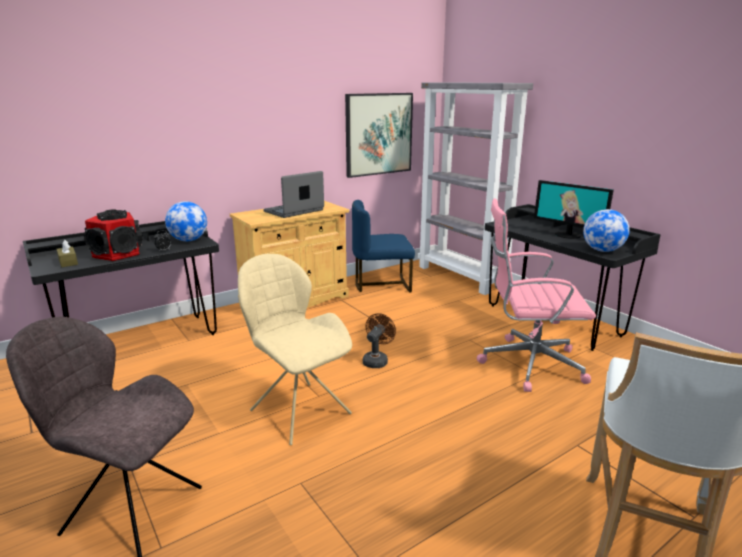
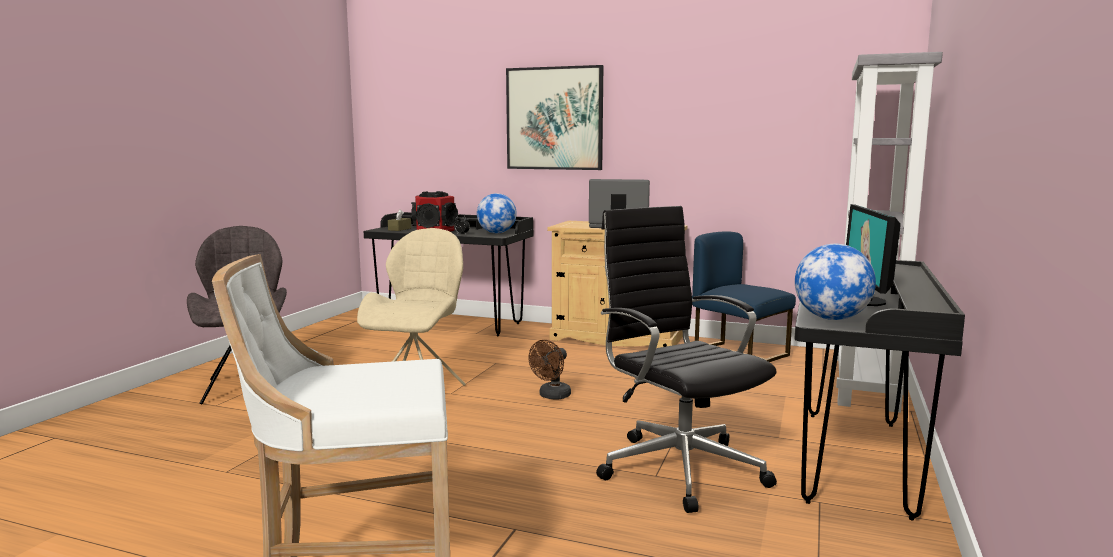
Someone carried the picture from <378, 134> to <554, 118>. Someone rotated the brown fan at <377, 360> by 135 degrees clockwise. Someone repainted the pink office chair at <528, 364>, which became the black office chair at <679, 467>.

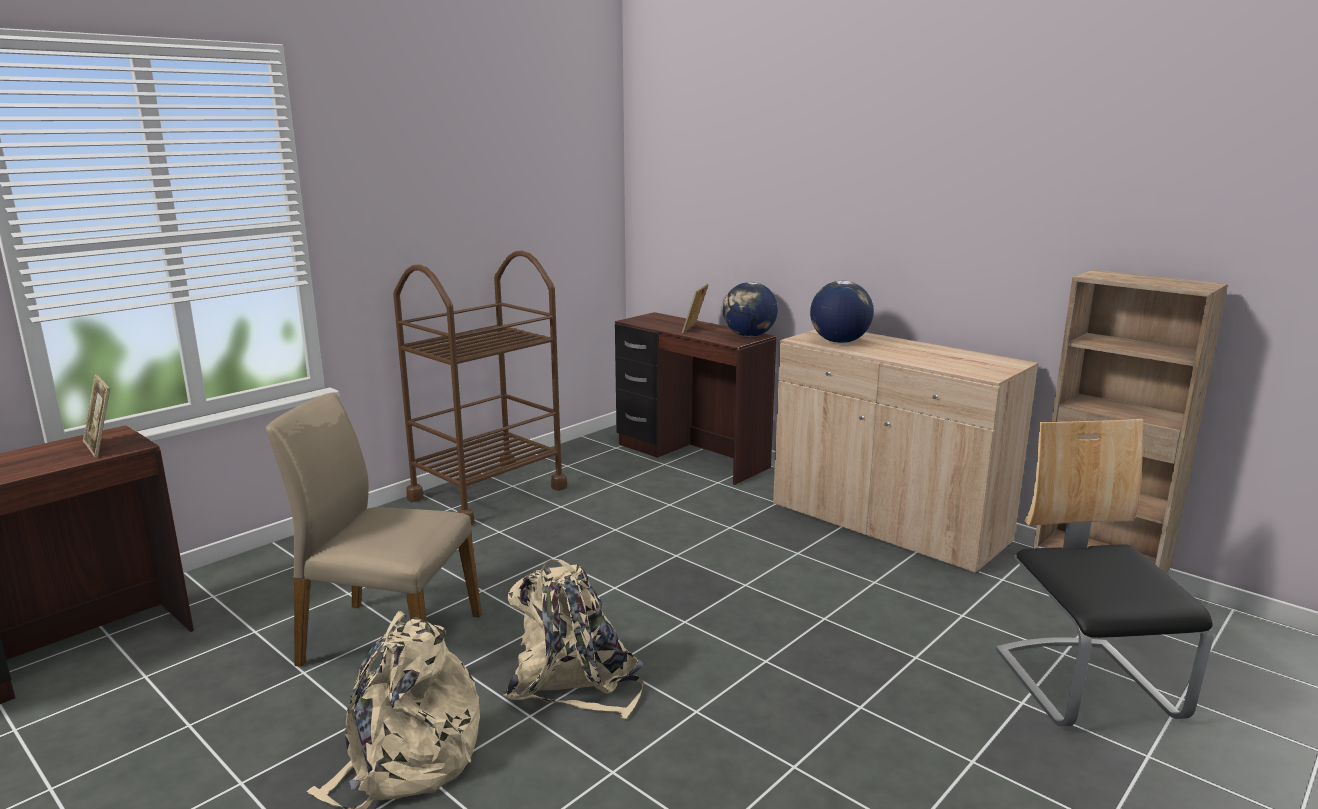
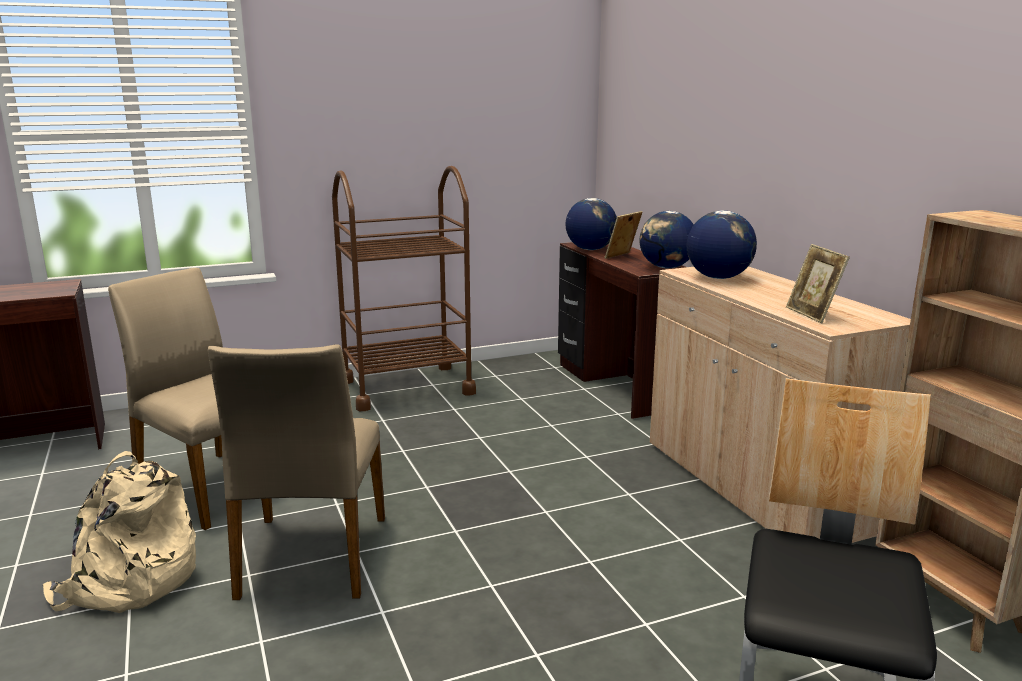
Someone carried the picture frame from <102, 447> to <812, 314>. Someone swapped the beige backpack at <574, 681> for the beige chair at <311, 557>. Someone put down the globe at <590, 249>.

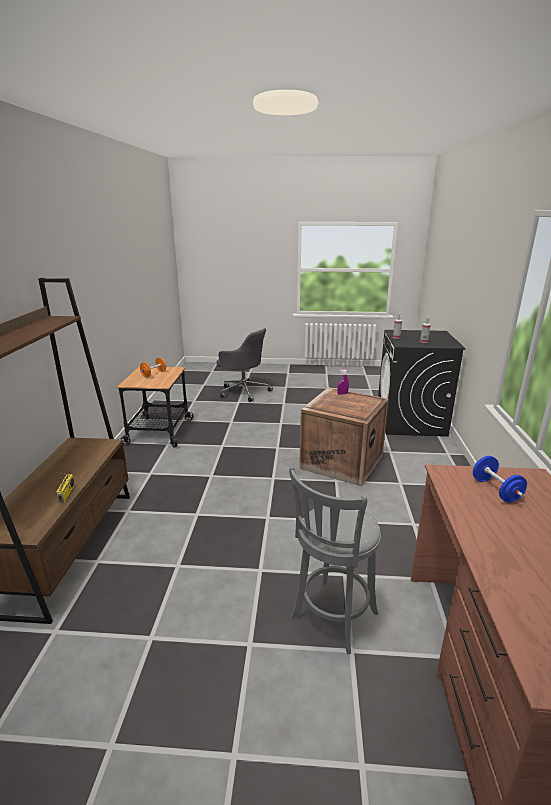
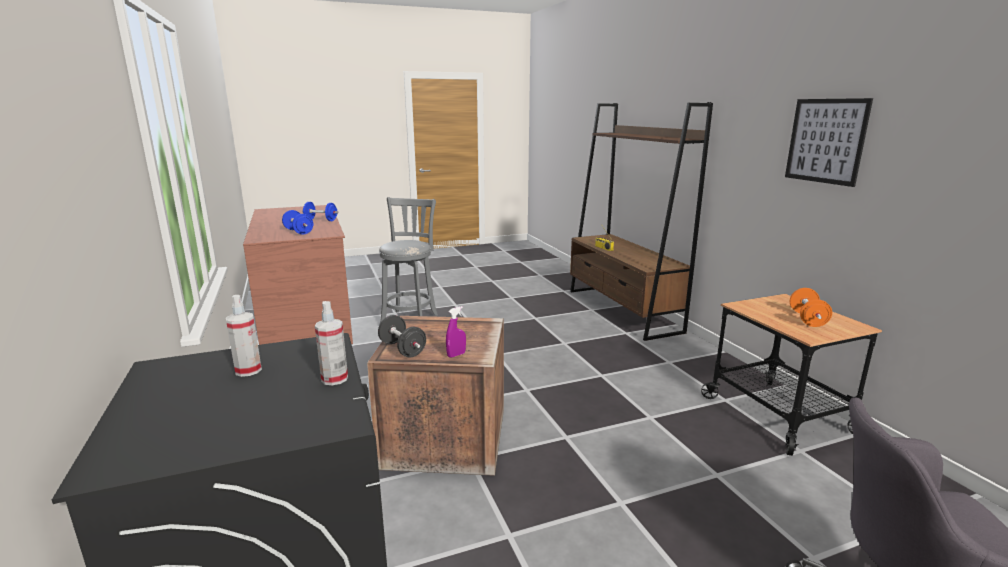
Someone put down the blue dumbbell at <321, 220>. Someone put down the black dumbbell at <402, 349>. Someone put up the picture at <825, 141>.

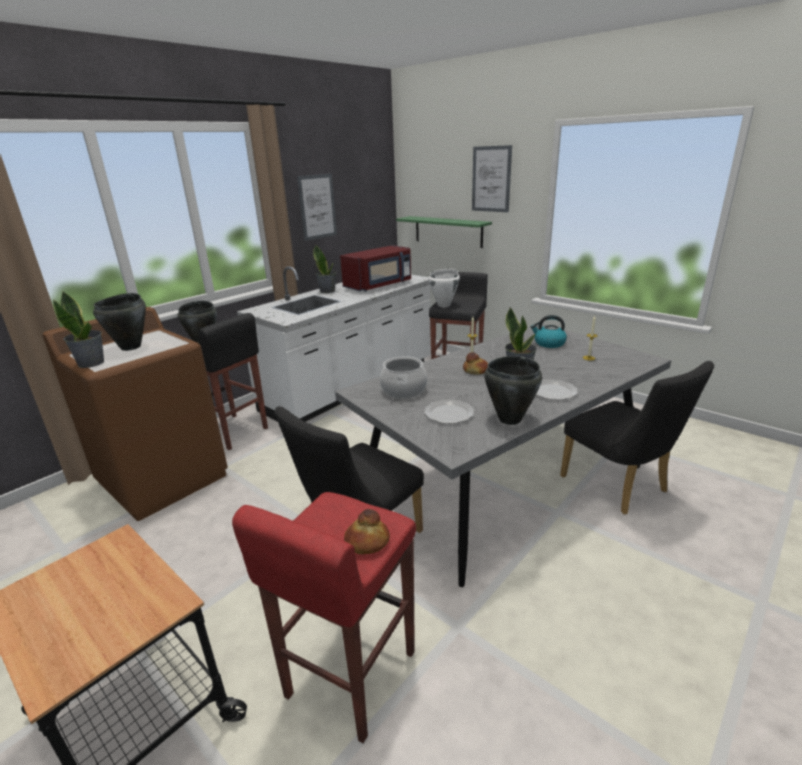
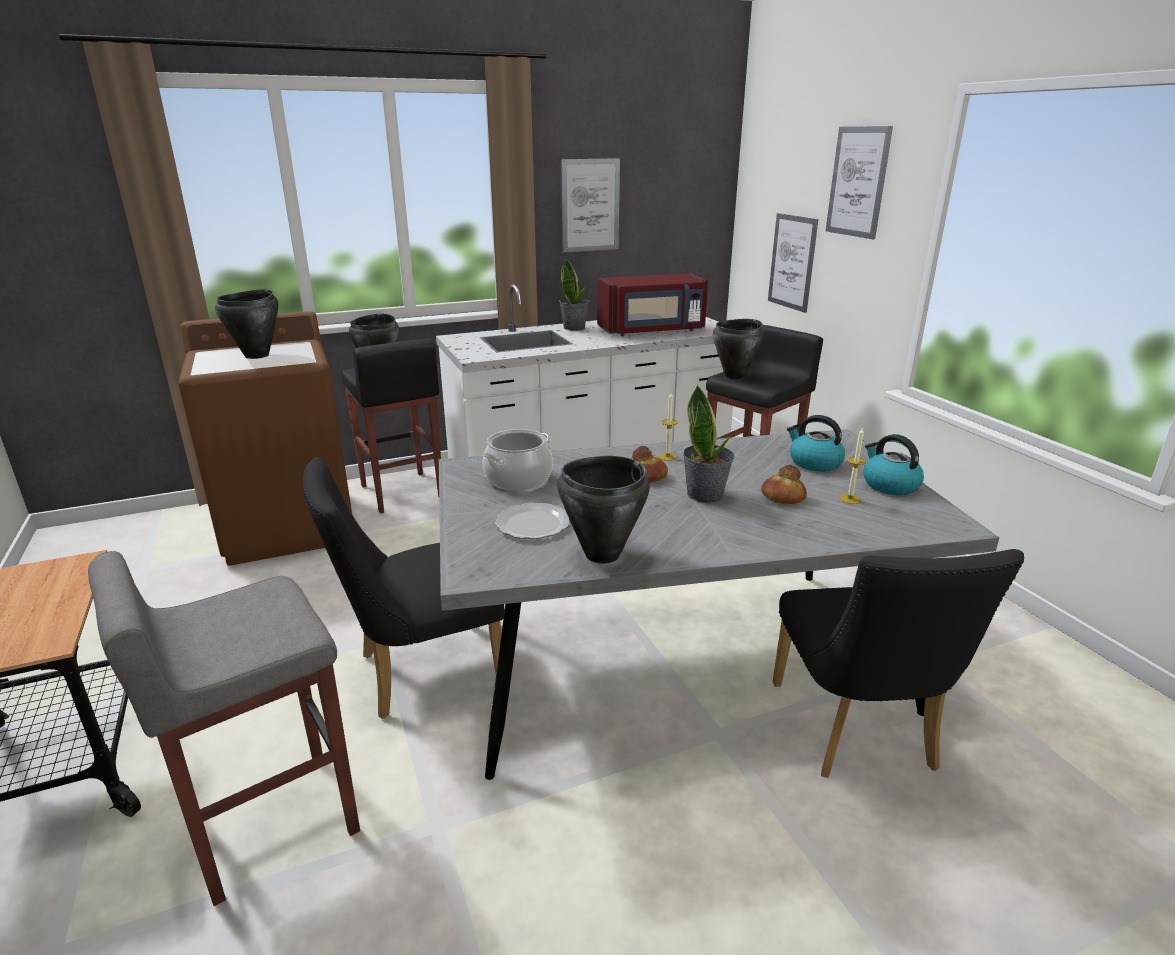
Someone took away the potted plant at <91, 363>. Someone repainted the red stool at <349, 674>, which became the grey stool at <269, 822>. Someone carried the bread from <367, 542> to <782, 497>. Someone swapped the green shelf at <448, 231> for the picture at <792, 262>. Someone repainted the white cooking pot at <444, 305>, which became the black cooking pot at <735, 376>. Someone took away the plate at <553, 391>. Someone put down the kettle at <889, 485>.

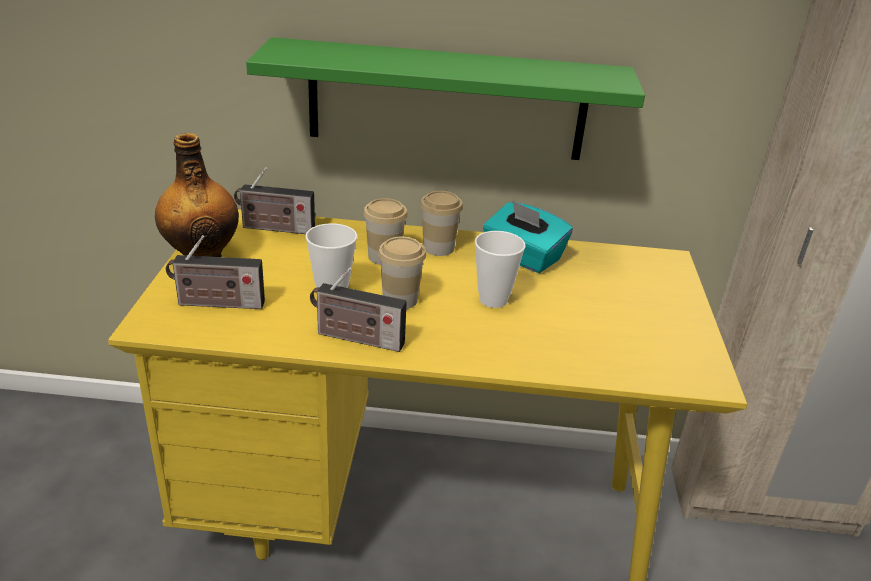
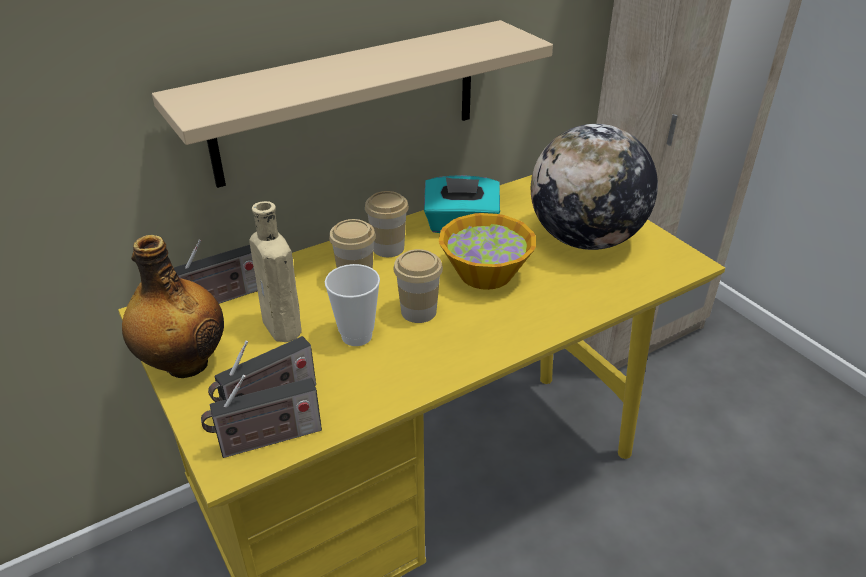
Someone repainted the green shelf at <447, 100>, which became the beige shelf at <348, 102>. Someone carried the radio from <356, 338> to <266, 440>. Someone swapped the cup at <493, 300> for the bowl at <486, 273>. Someone put down the beige bottle at <284, 328>. Someone put down the globe at <585, 239>.

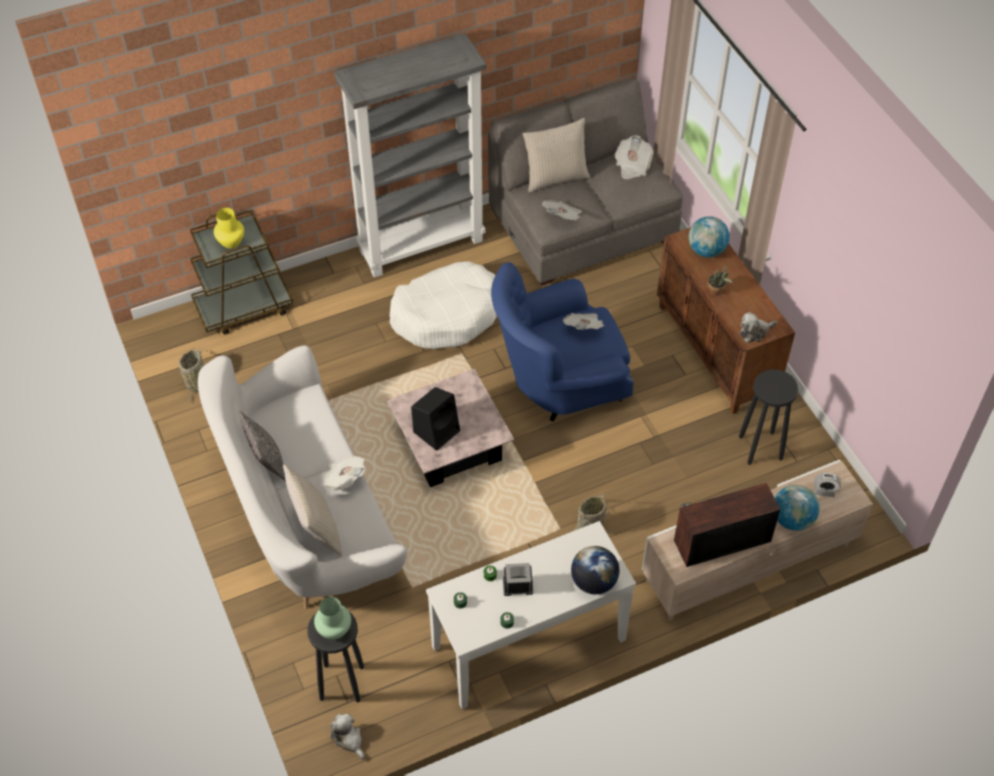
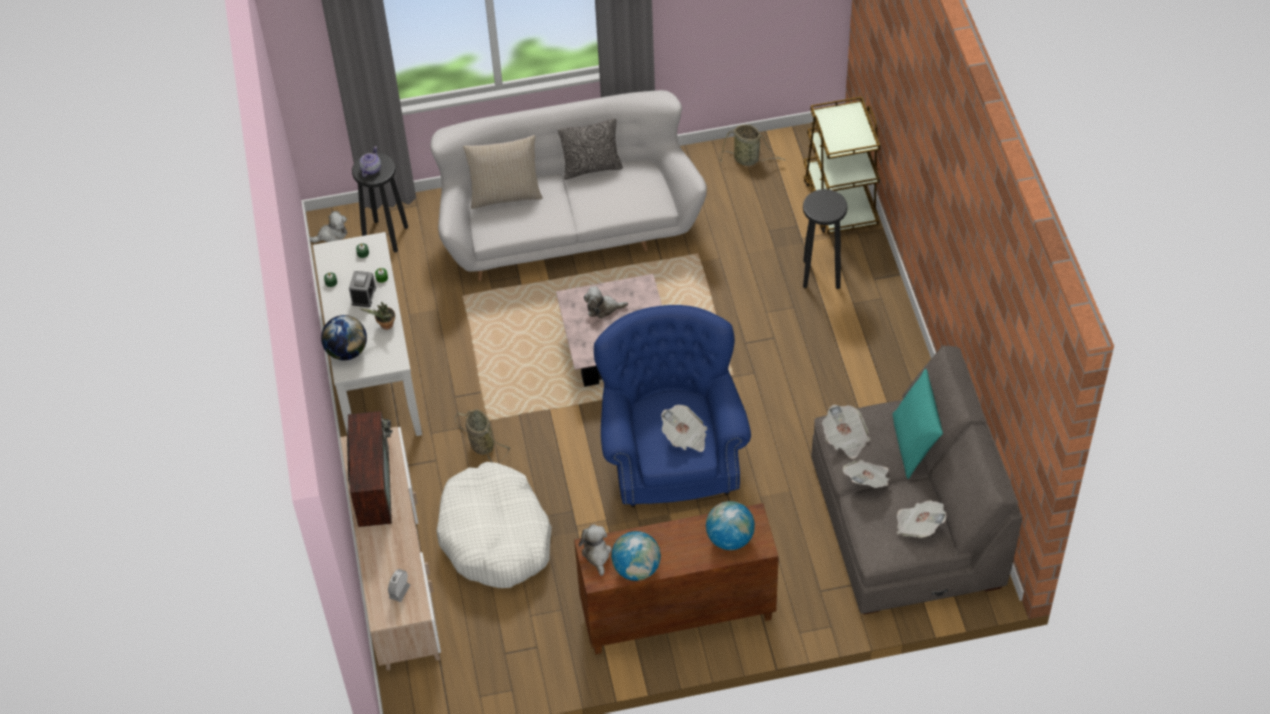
Someone took away the yellow vase at <230, 242>. Someone swapped the green vase at <335, 630> for the teapot at <370, 169>. Someone carried the newspaper from <344, 479> to <867, 481>. Someone took away the grey bookcase at <421, 245>. Someone carried the white dog bed from <446, 314> to <495, 536>. Someone swapped the black speaker at <437, 430> for the plush toy at <603, 308>. Someone repainted the beige pillow at <555, 177>, which became the turquoise pillow at <914, 444>. Someone carried the potted plant from <717, 292> to <385, 326>. Someone carried the black stool from <760, 448> to <821, 274>. Someone carried the globe from <792, 519> to <636, 569>.

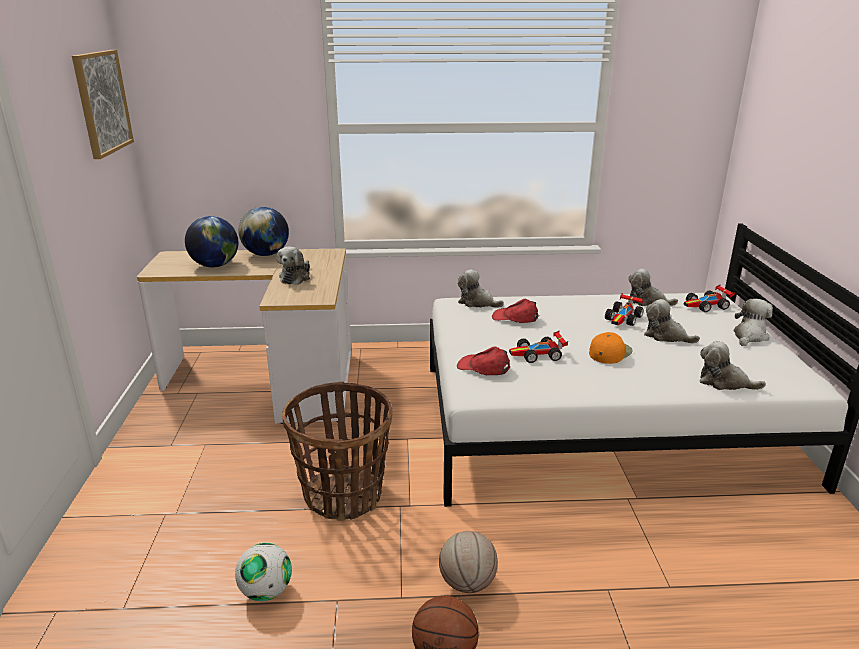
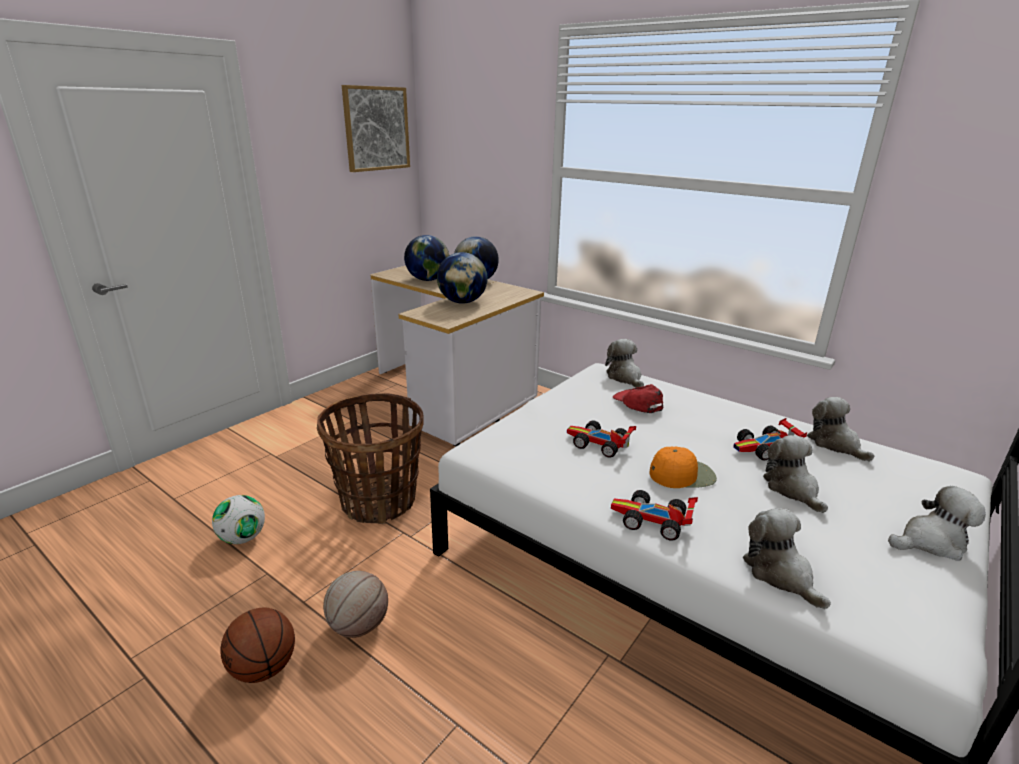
Someone swapped the plush toy at <296, 277> for the globe at <462, 302>. Someone took away the red cap at <483, 367>. Someone carried the toy car from <706, 306> to <652, 522>.

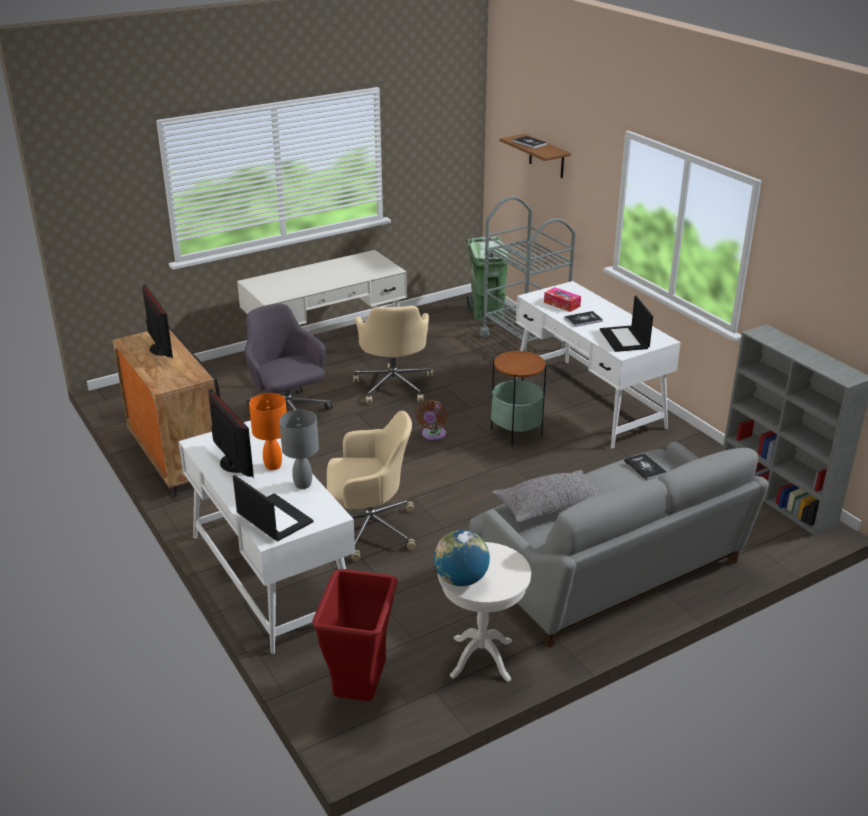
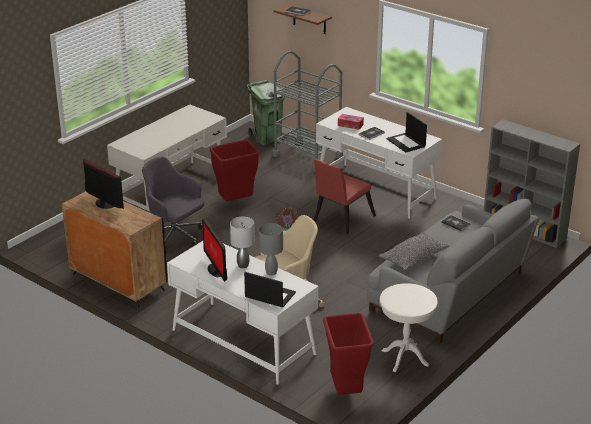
Someone rotated the monitor at <232, 465> by 150 degrees counterclockwise. Someone repainted the orange table lamp at <273, 466>, which became the grey table lamp at <243, 265>. Someone swapped the beige office chair at <394, 385> for the red trash can at <235, 203>. Someone took away the globe at <461, 579>. Someone swapped the side table at <516, 432> for the red chair at <341, 220>.

